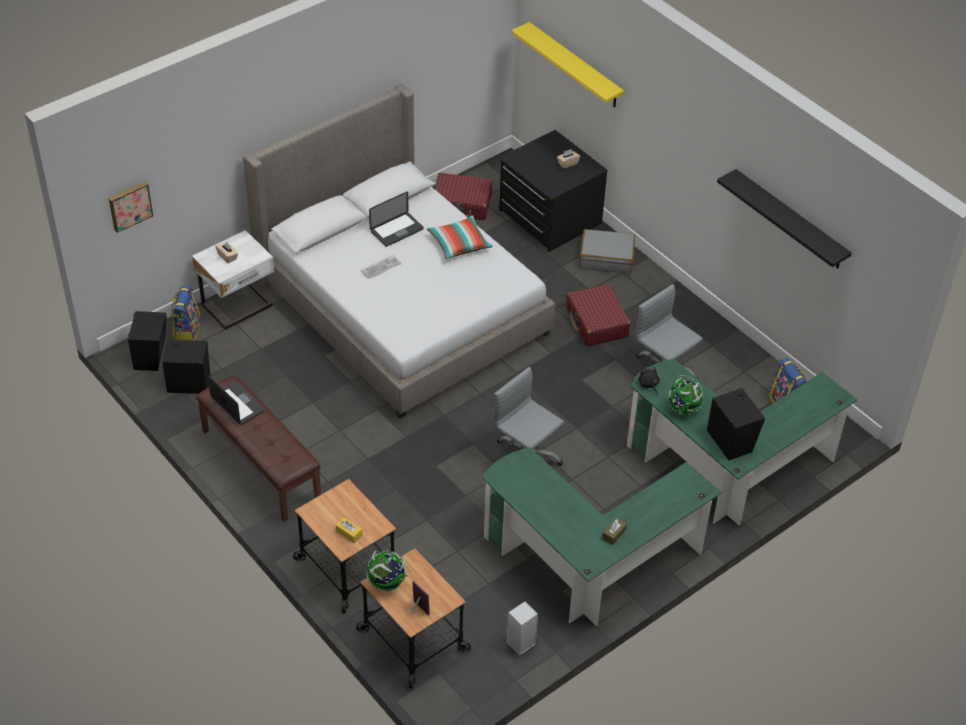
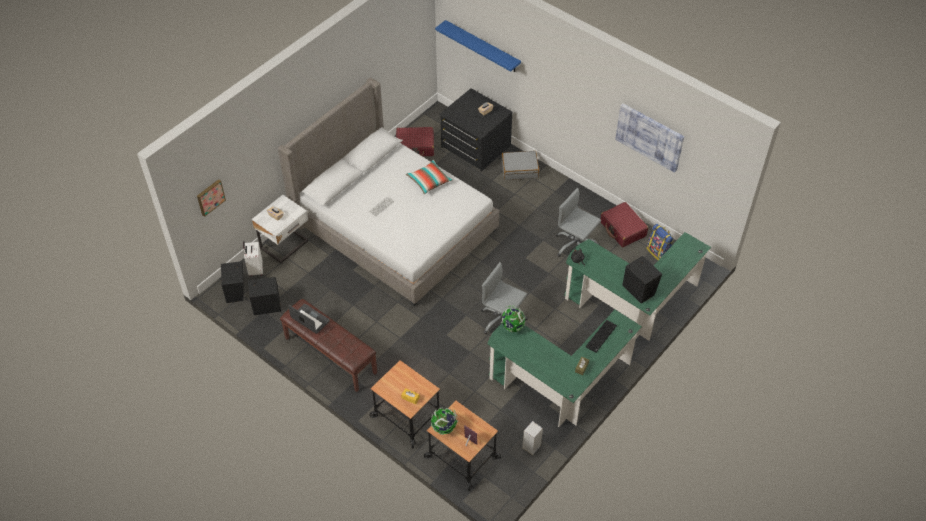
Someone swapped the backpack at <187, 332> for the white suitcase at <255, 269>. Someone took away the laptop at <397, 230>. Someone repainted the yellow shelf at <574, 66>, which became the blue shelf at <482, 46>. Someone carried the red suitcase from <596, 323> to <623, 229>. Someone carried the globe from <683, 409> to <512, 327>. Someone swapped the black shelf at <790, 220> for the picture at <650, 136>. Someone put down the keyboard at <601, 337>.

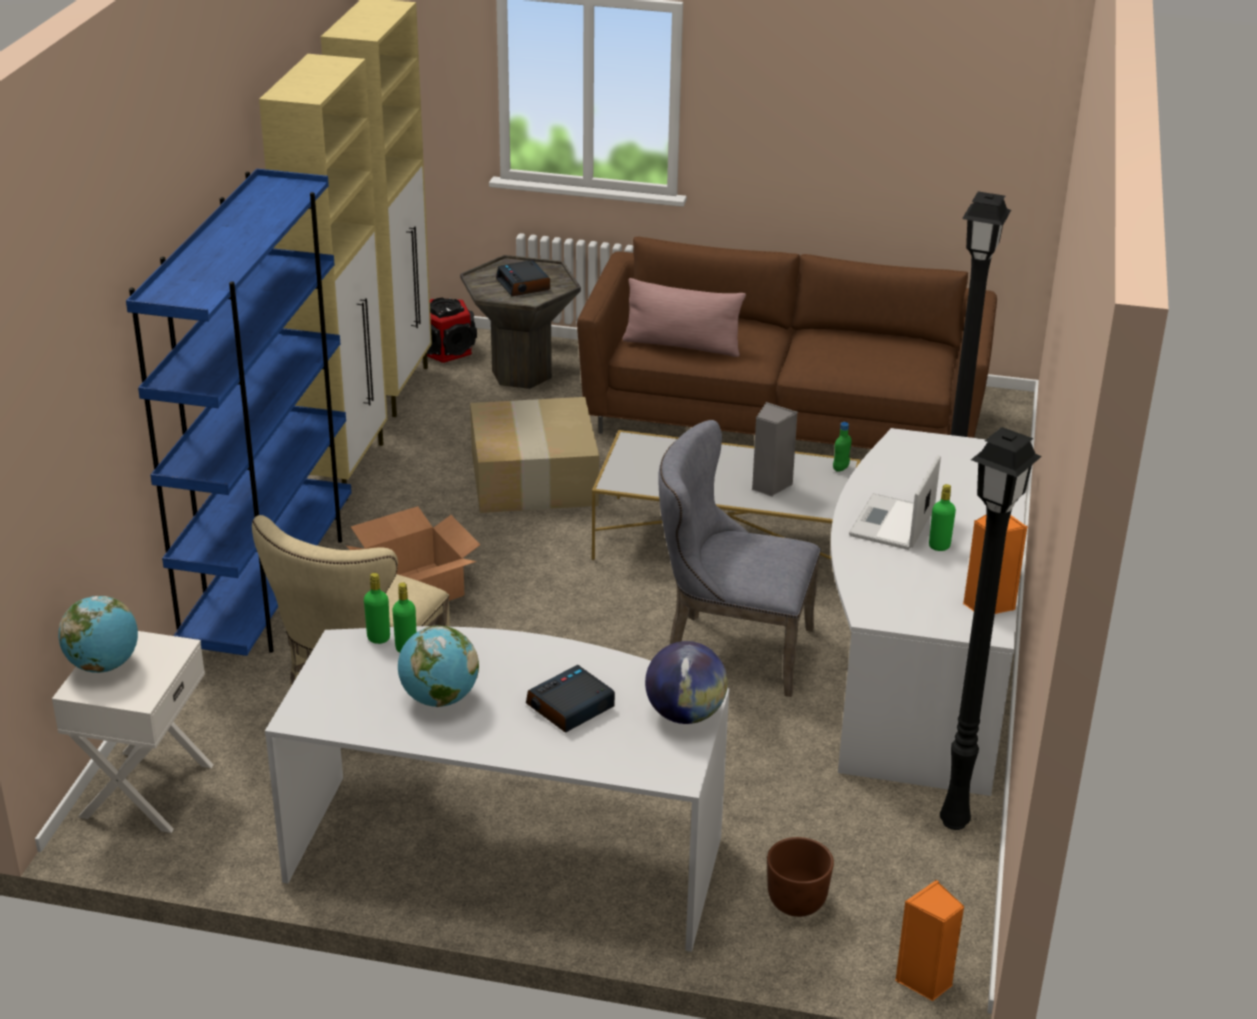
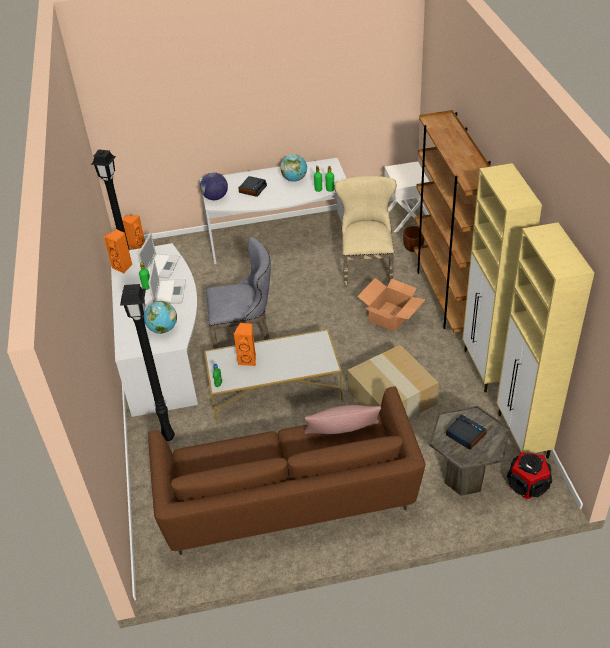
Someone carried the globe from <104, 665> to <163, 329>. Someone repainted the blue bookcase at <270, 588>, which became the brown bookcase at <447, 297>. Someone repainted the grey speaker at <769, 486>, which became the orange speaker at <248, 360>. Someone carried the brown planter from <795, 903> to <413, 248>. Someone put down the laptop at <161, 266>.

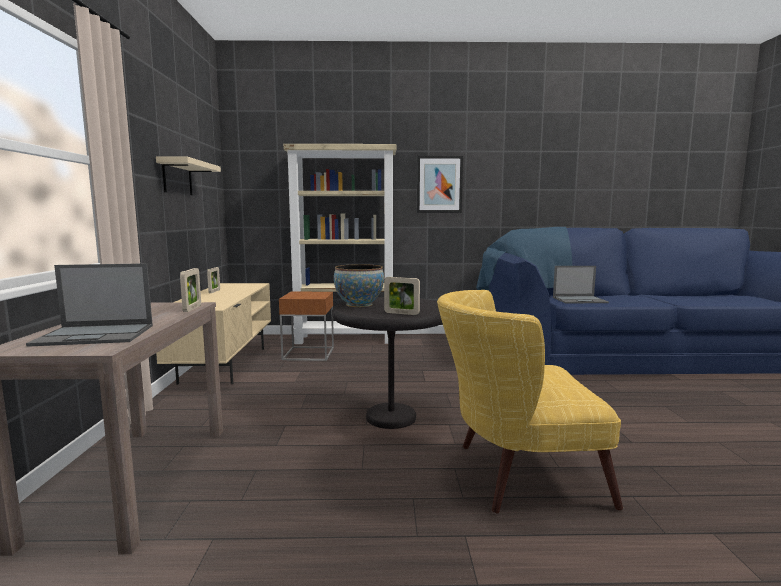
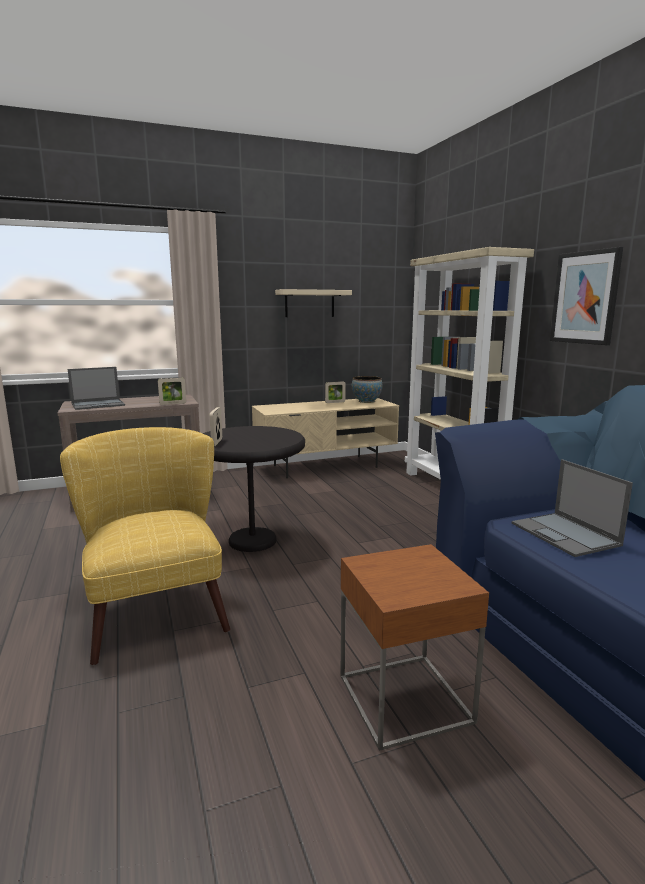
Someone rotated the laptop at <96, 335> by 90 degrees counterclockwise. Someone carried the brown side table from <308, 353> to <404, 698>. Someone carried the bowl from <359, 304> to <366, 401>.

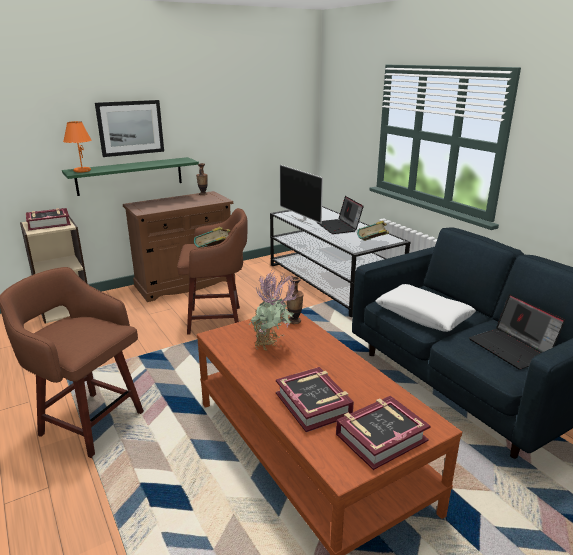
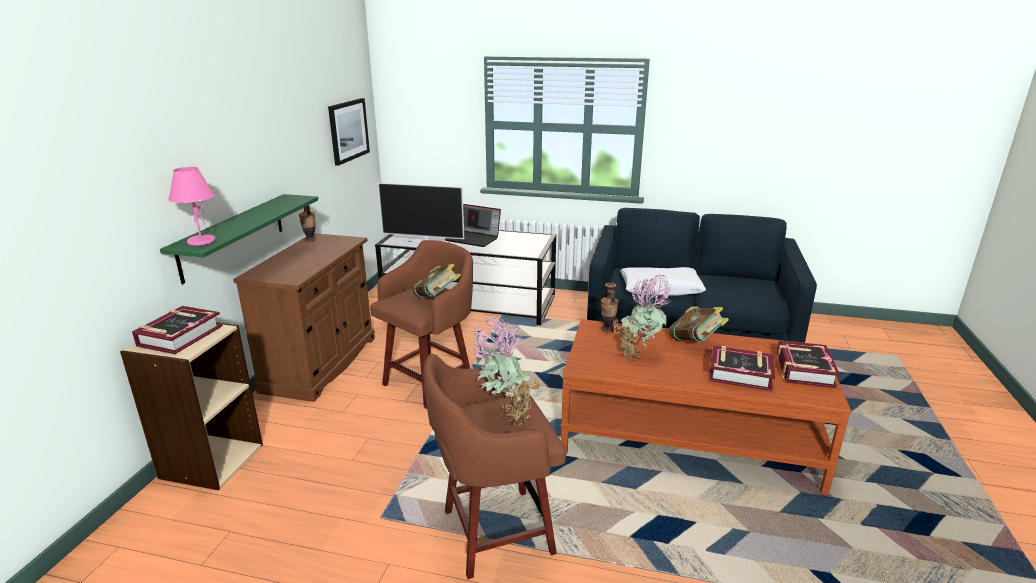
Someone repainted the orange table lamp at <82, 170>, which became the pink table lamp at <201, 242>. Someone carried the picture from <130, 128> to <348, 130>. Someone carried the book from <372, 244> to <695, 342>. Someone took away the laptop at <512, 348>. Someone put down the potted plant at <505, 416>.

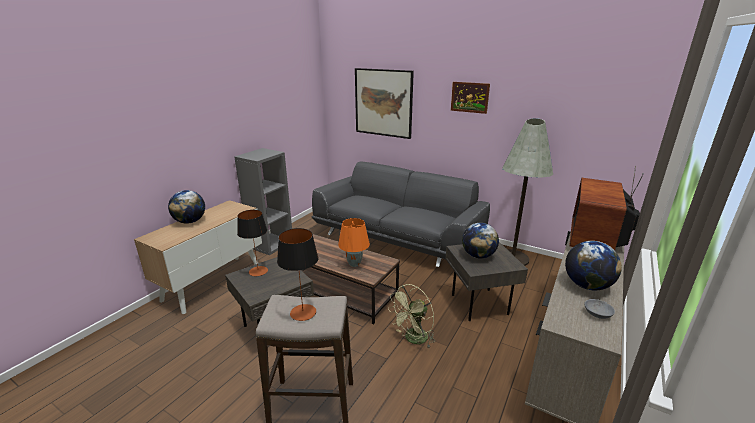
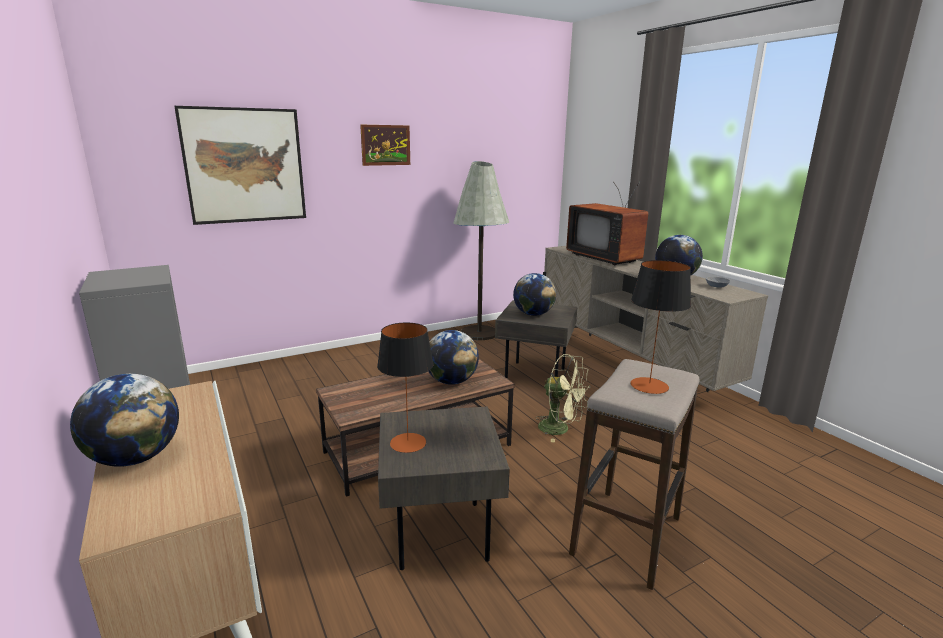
Someone took away the grey sofa at <398, 238>. Someone swapped the orange table lamp at <354, 264> for the globe at <451, 381>. Someone rotated the green fan at <413, 339> by 45 degrees counterclockwise.

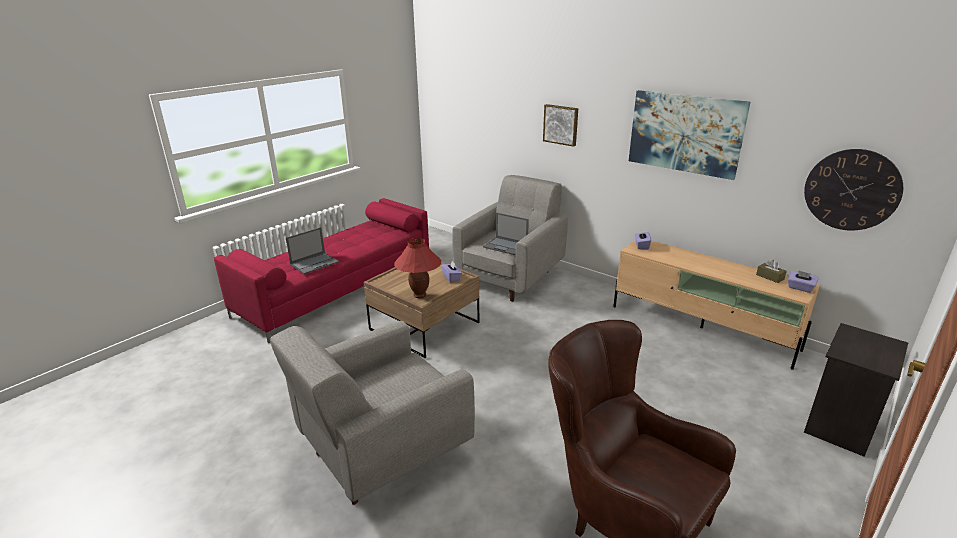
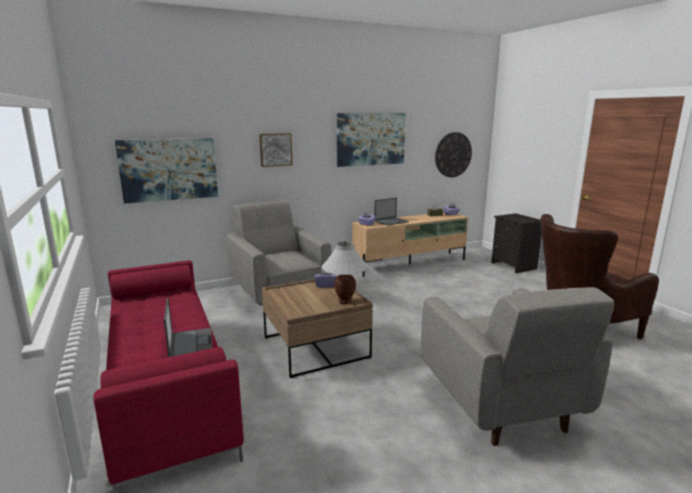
Someone repainted the red table lamp at <419, 295>, which became the white table lamp at <344, 302>. Someone carried the laptop from <506, 246> to <391, 221>. Someone put up the picture at <169, 169>.

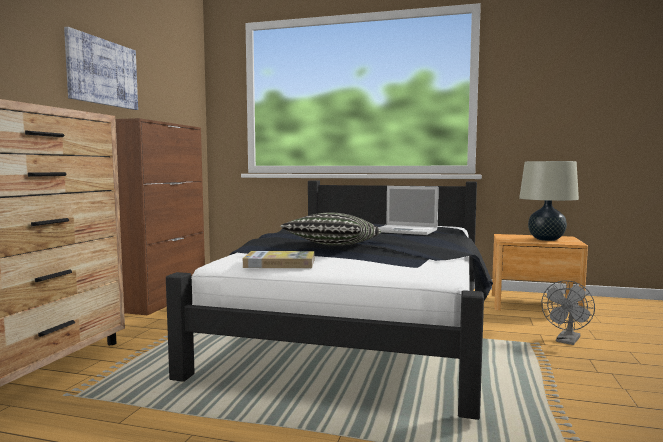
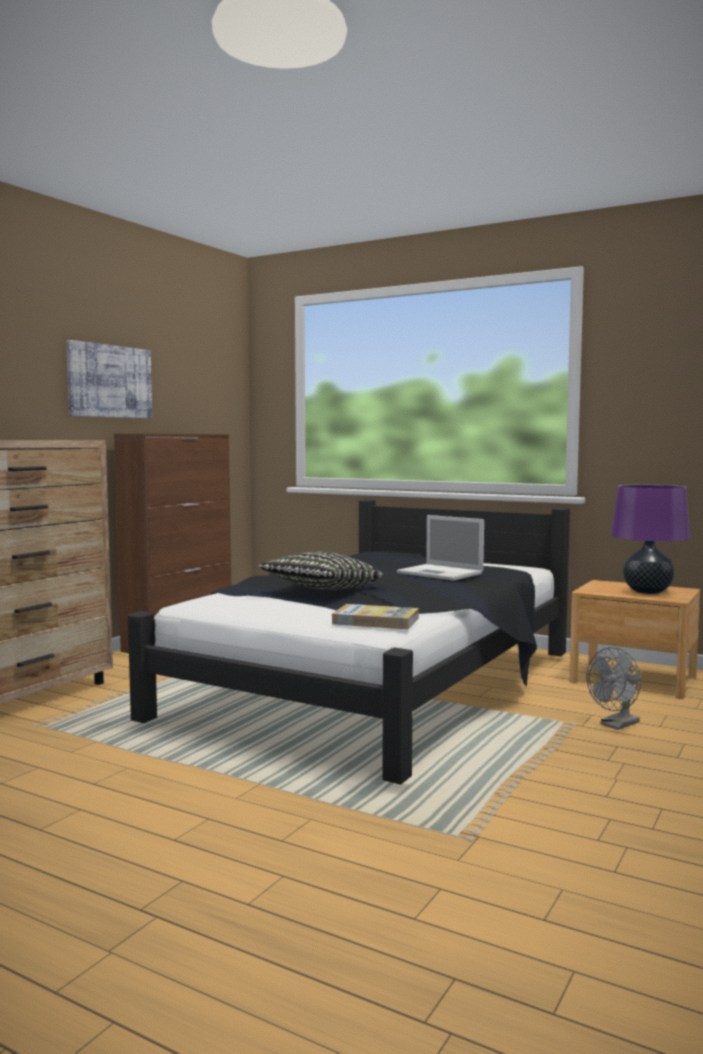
Someone carried the book from <280, 263> to <375, 621>. Someone repainted the beige table lamp at <546, 239>, which became the purple table lamp at <647, 591>.

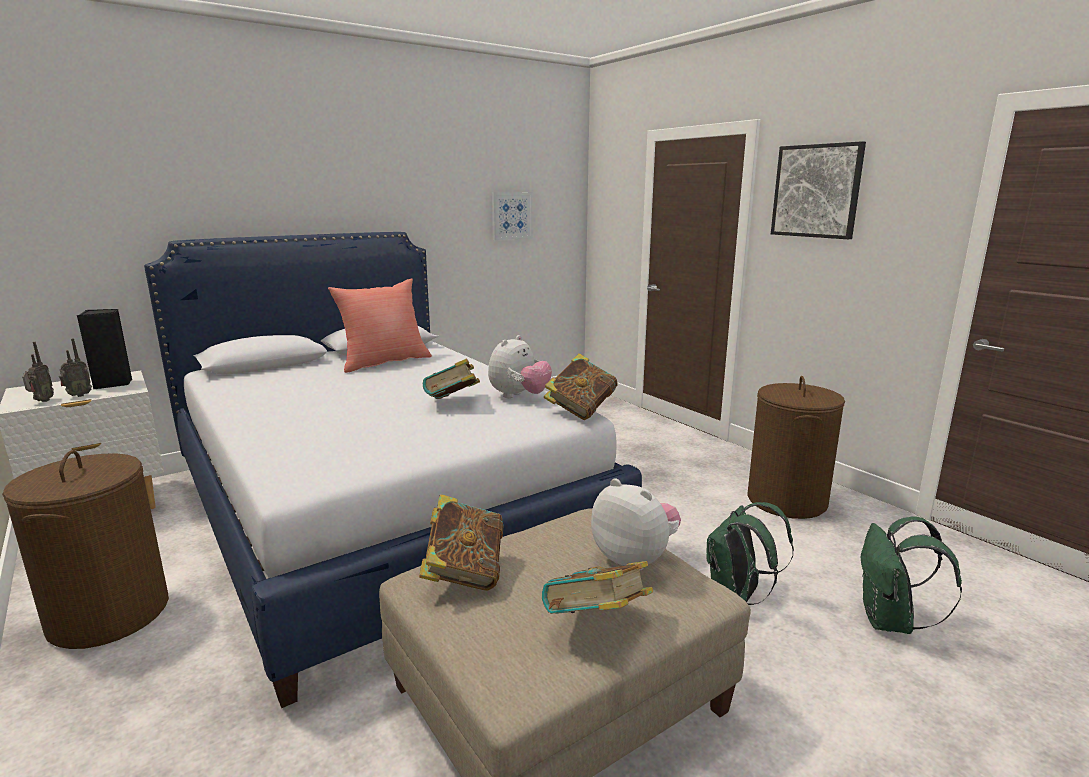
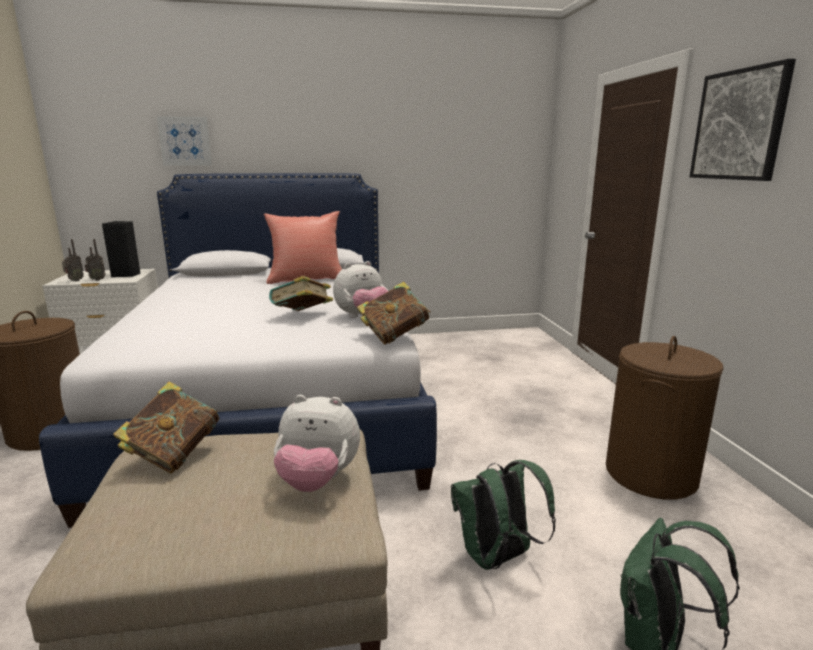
Someone carried the picture from <511, 215> to <185, 141>. Someone took away the book at <597, 623>. Someone rotated the plush toy at <634, 558> by 120 degrees clockwise.

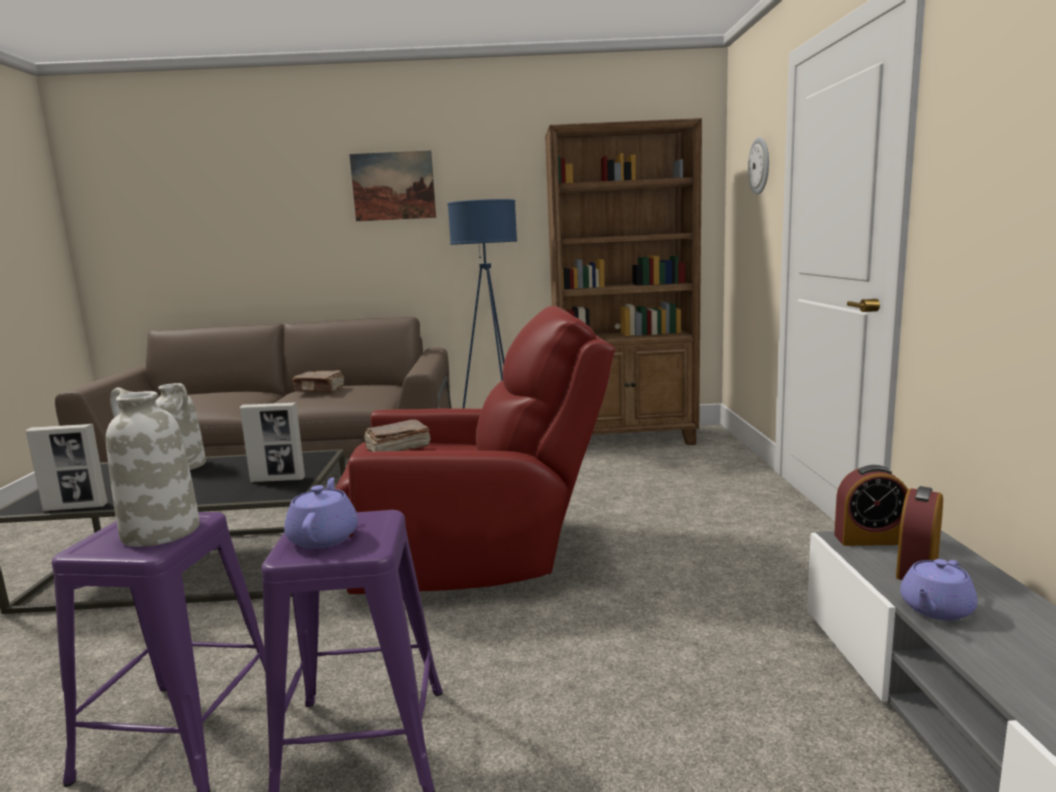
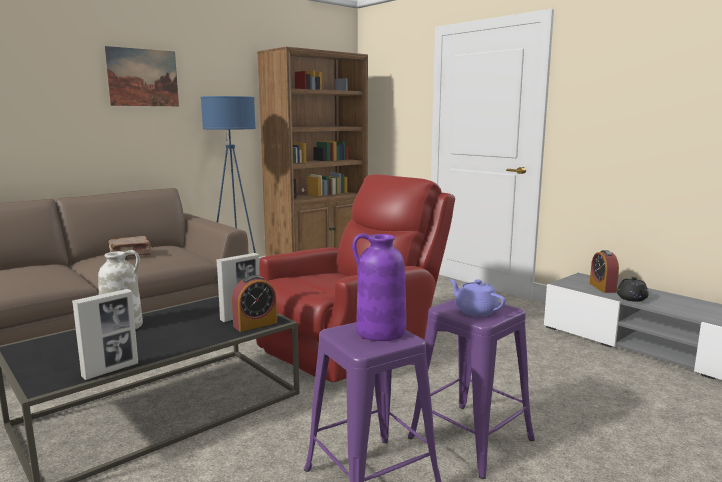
Someone repainted the white vase at <159, 532>, which became the purple vase at <380, 332>. Someone took away the brown book at <397, 449>. Someone took away the wall clock at <760, 166>. Someone carried the alarm clock from <870, 539> to <255, 324>. Someone repainted the purple teapot at <935, 609>, which became the black teapot at <632, 299>.

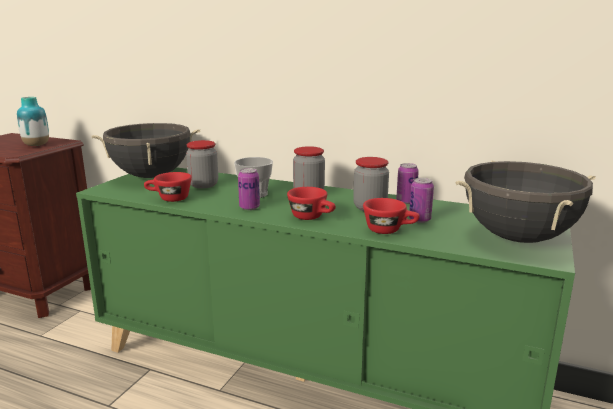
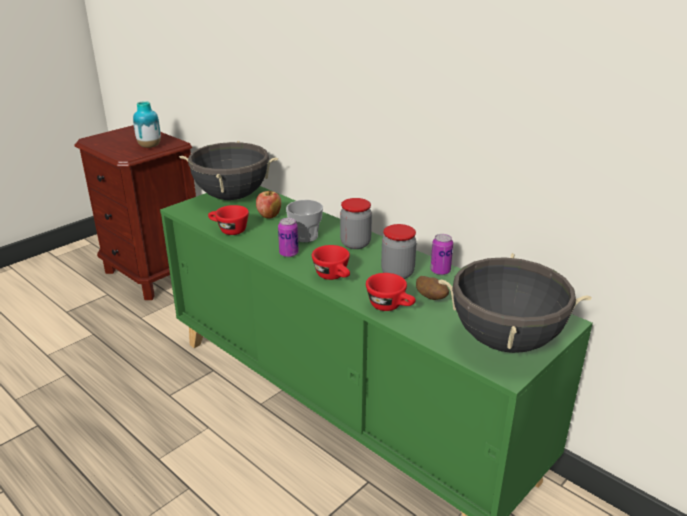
Someone swapped the jar at <203, 185> for the apple at <269, 216>. Someone swapped the can at <419, 219> for the potato at <431, 298>.

